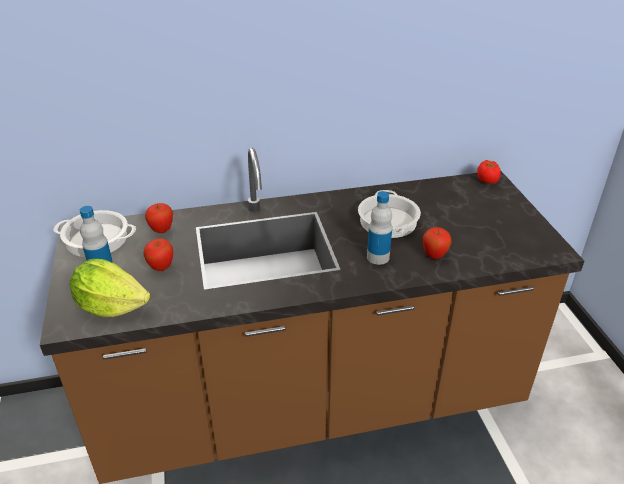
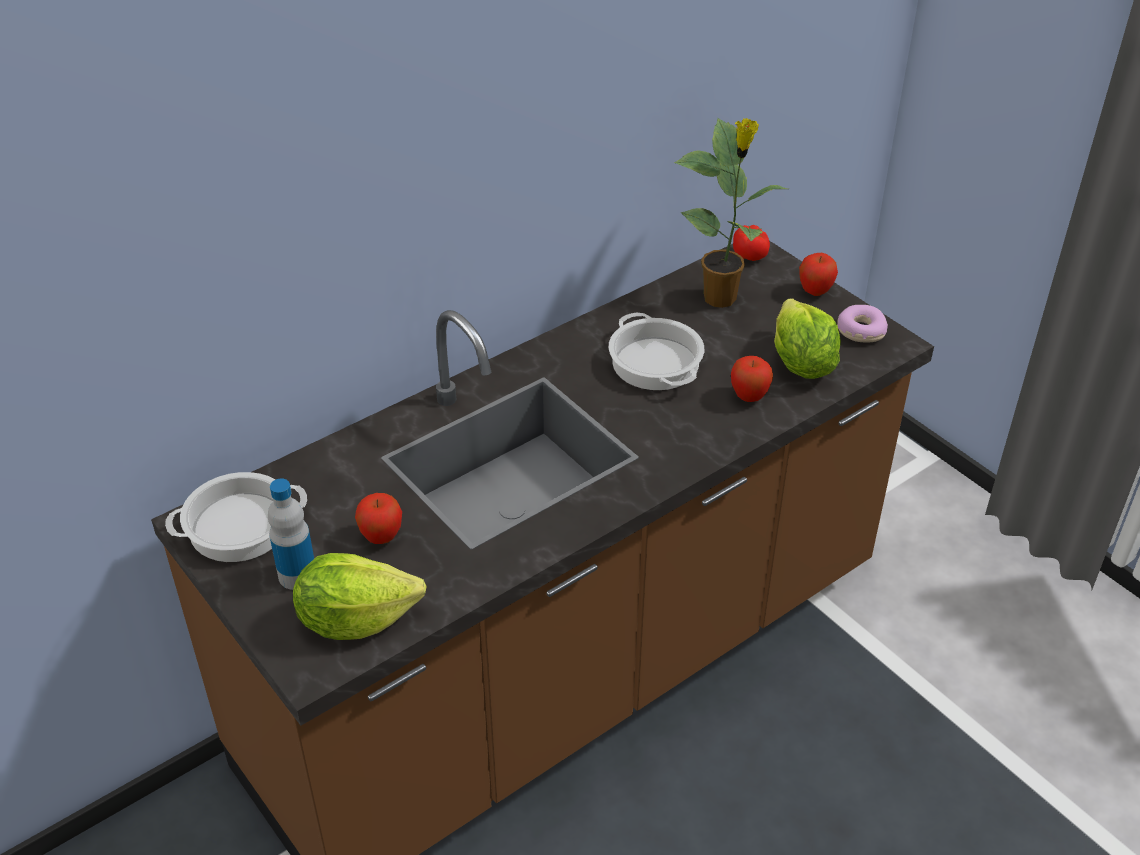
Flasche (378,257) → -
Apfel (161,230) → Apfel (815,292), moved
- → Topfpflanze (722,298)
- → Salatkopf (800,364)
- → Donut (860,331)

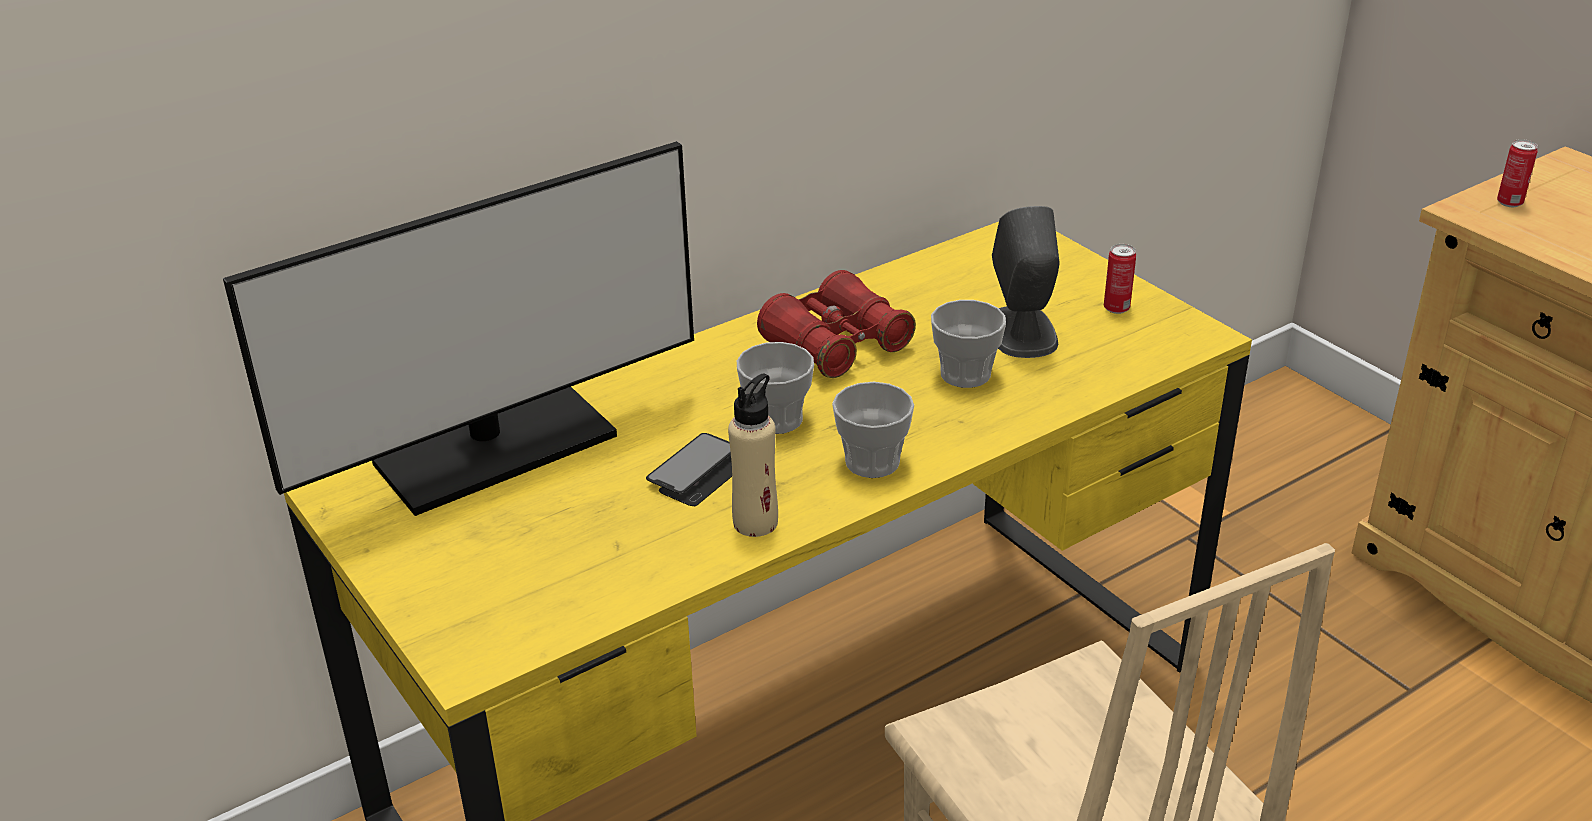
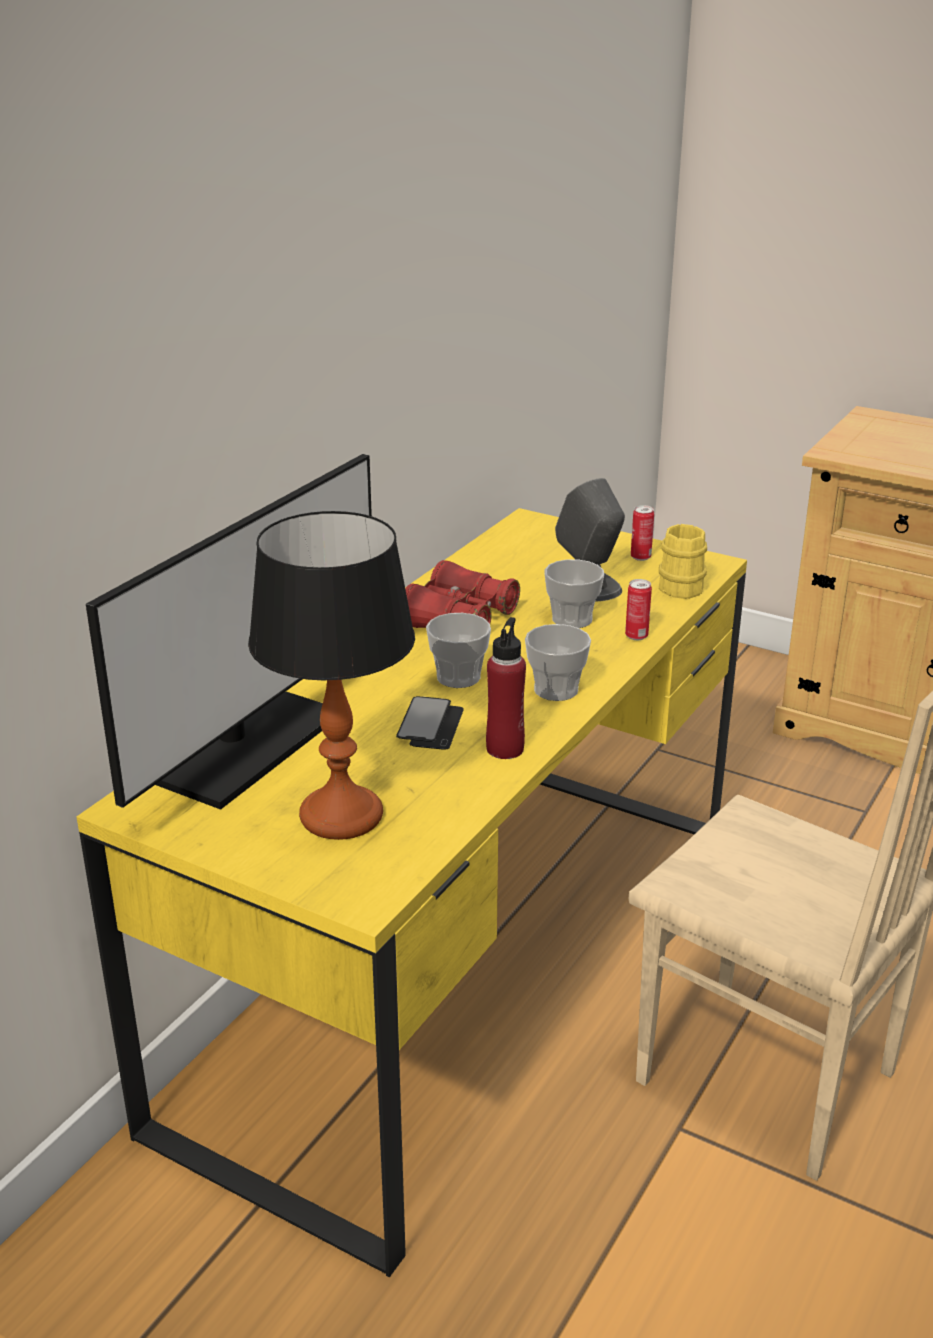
Dose (1509,203) → Dose (636,636), moved
Flasche (beige) (755,522) → Flasche (rot) (505,748)
- → Tischlampe (342,815)
- → Henkelbecher (gelb) (681,585)

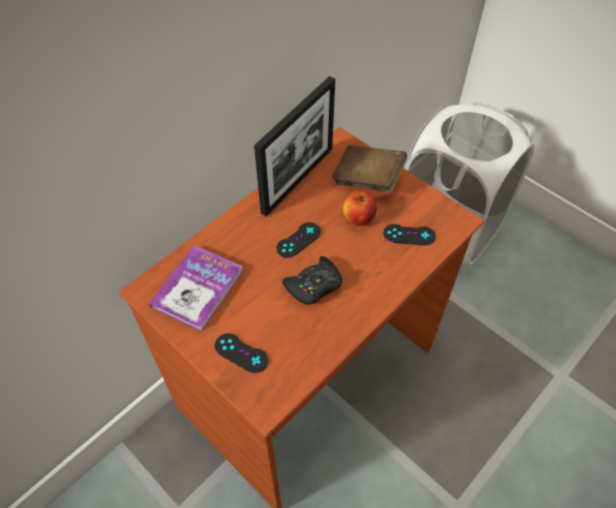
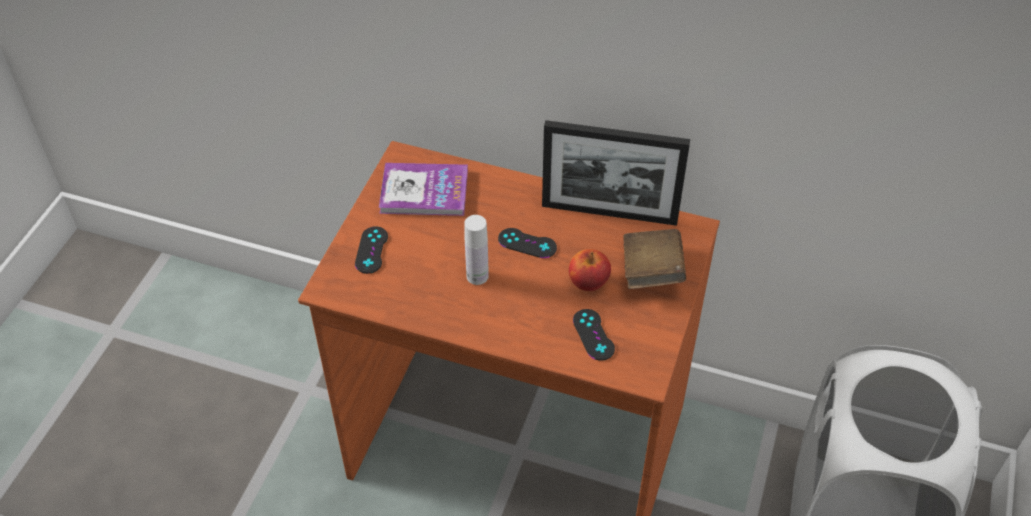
Gamepad (schwarz) (314,285) → Flasche (weiß) (477,276)

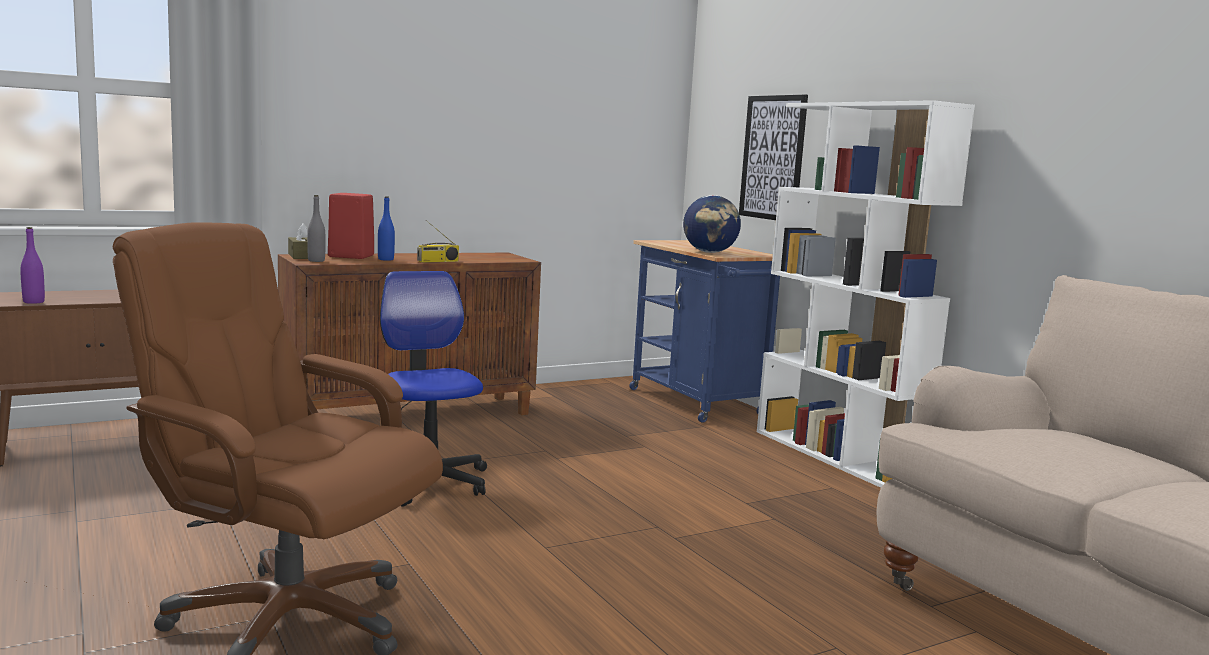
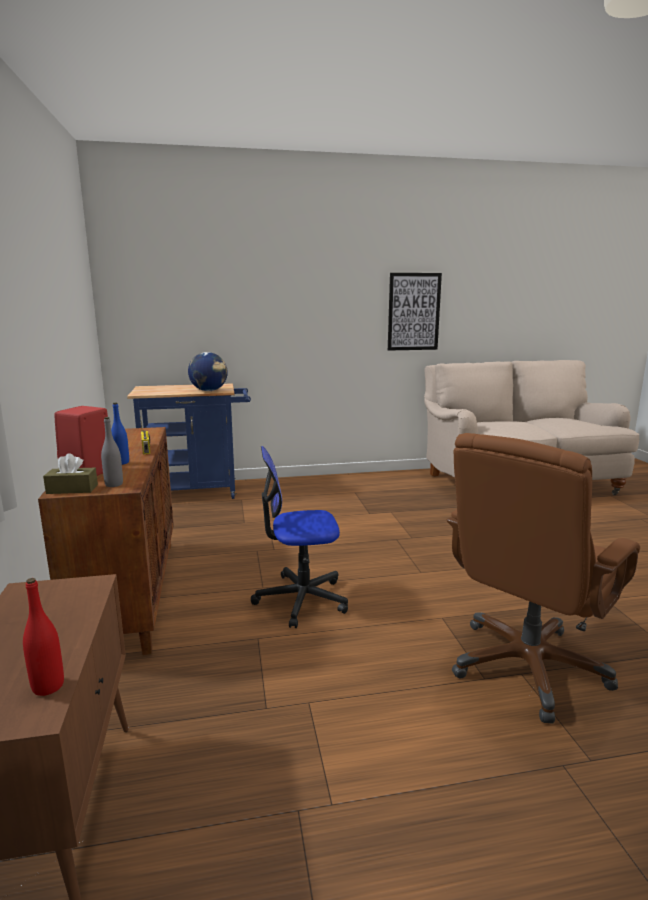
Bild (773,158) → Bild (413,312), moved
Bücherregal (weiß) (837,456) → -
Flasche (lila) (33,302) → Flasche (rot) (48,686)

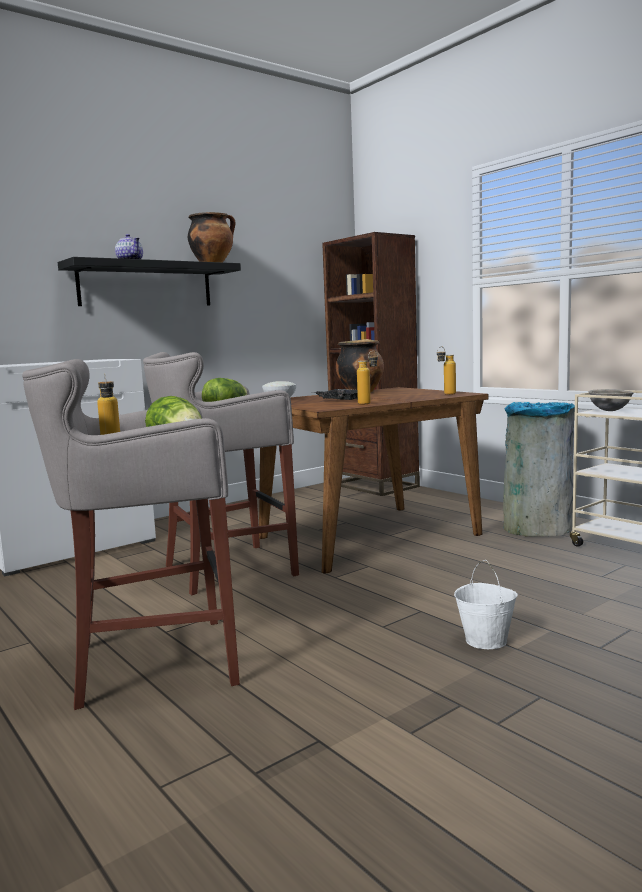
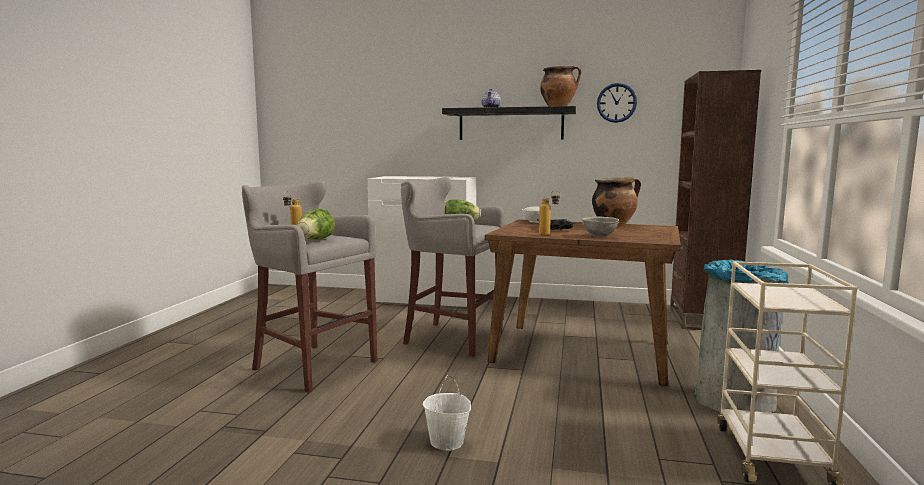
Flasche (446,394) → -
Schüssel (grau) (610,411) → Schüssel (grau) (600,236), moved
- → Wanduhr (616,103)

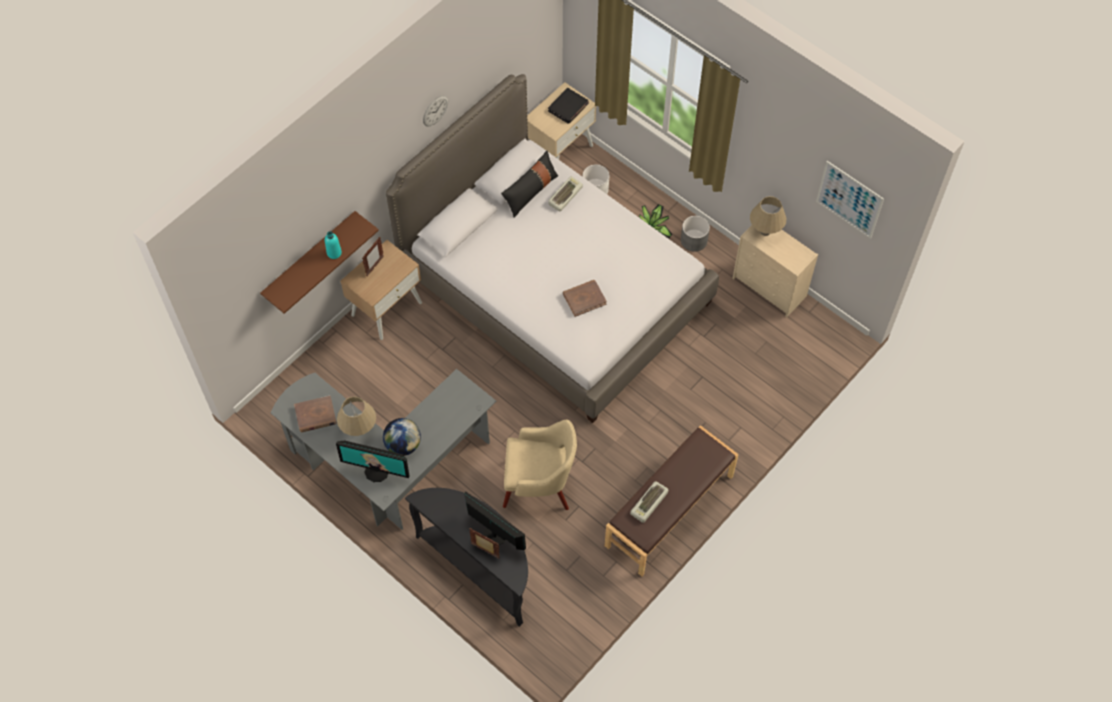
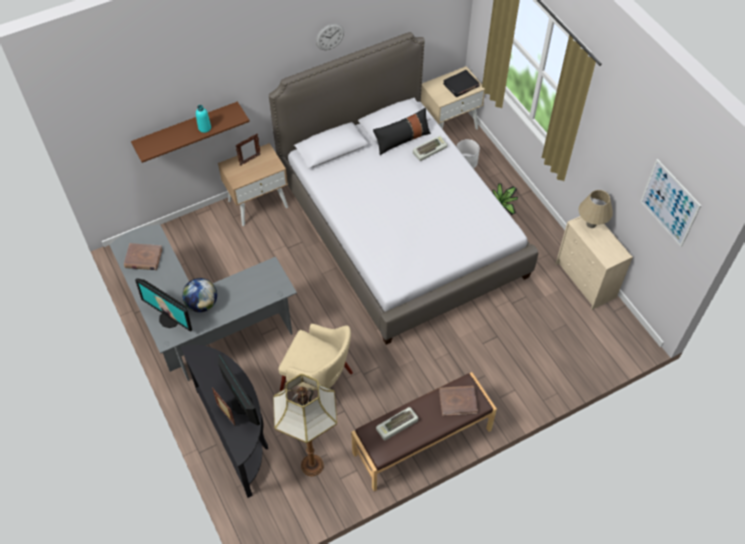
Pflanzkübel (grau) (694,240) → -
Buch (braun) (584,299) → Buch (braun) (458,401), moved
Tischlampe (beige) (359,429) → -
- → Stehlampe (313,466)

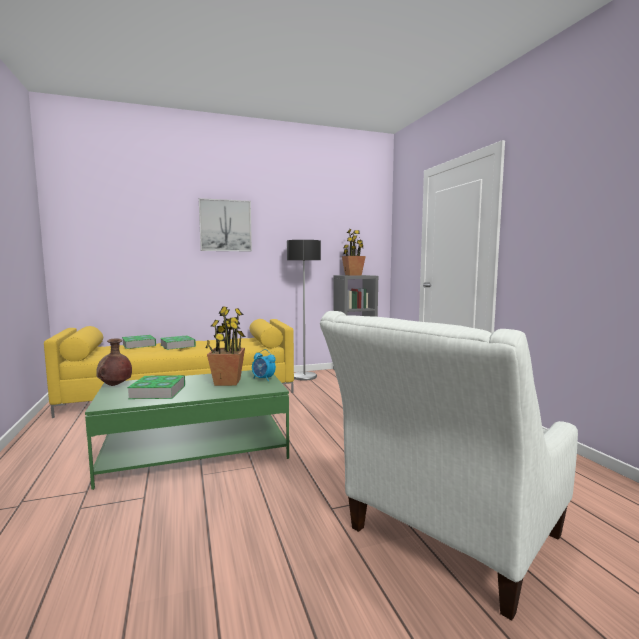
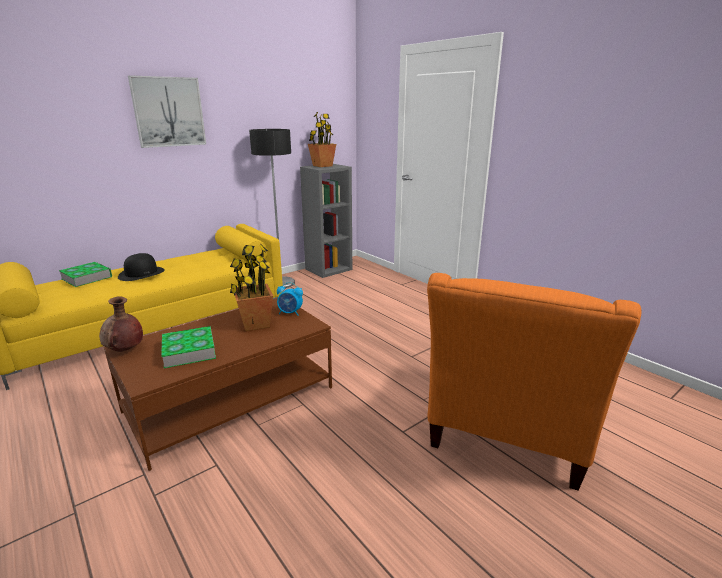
Sessel (weiß) (446,539) → Sessel (orange) (505,437)
Buch (178,345) → Hut (schwarz) (141,273)
Couchtisch (grün) (196,451) → Couchtisch (braun) (231,399)

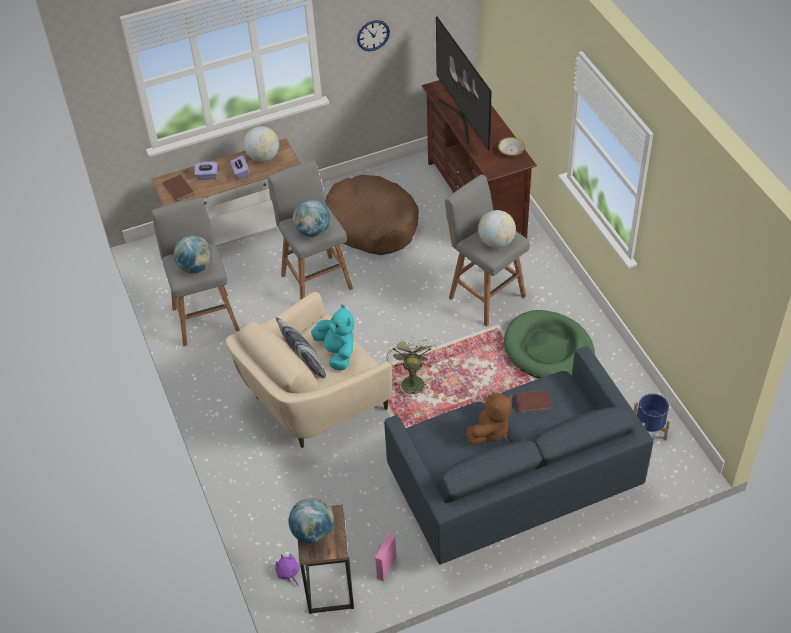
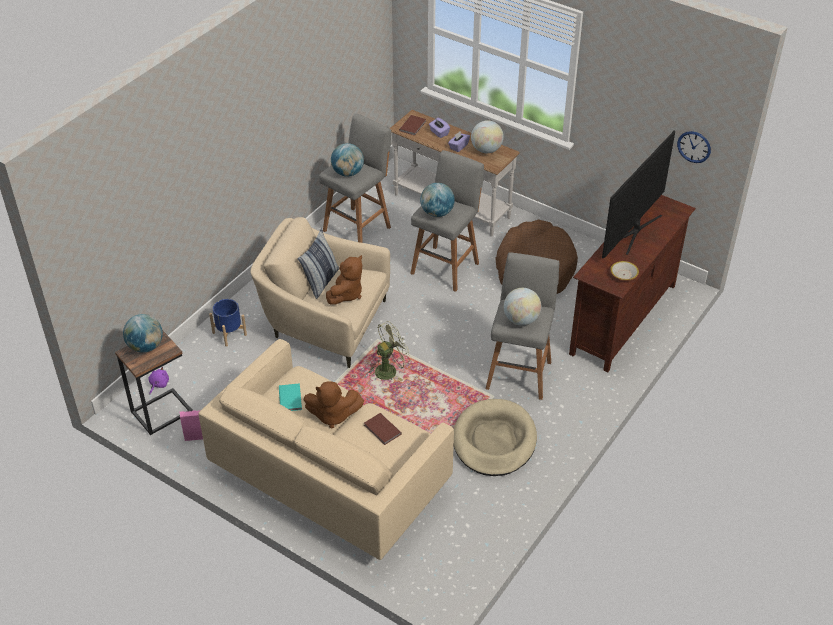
Wanduhr (373,35) → Wanduhr (694,147), moved
Plüschtier (türkis) (337,352) → Plüschtier (braun) (346,294)
Hundebett (grün) (548,349) → Hundebett (beige) (494,440)
Sofa (blau) (512,483) → Sofa (beige) (331,478)
Pflanzkübel (blau) (648,429) → Pflanzkübel (blau) (229,333), moved
- → Buch (türkis) (291,398)

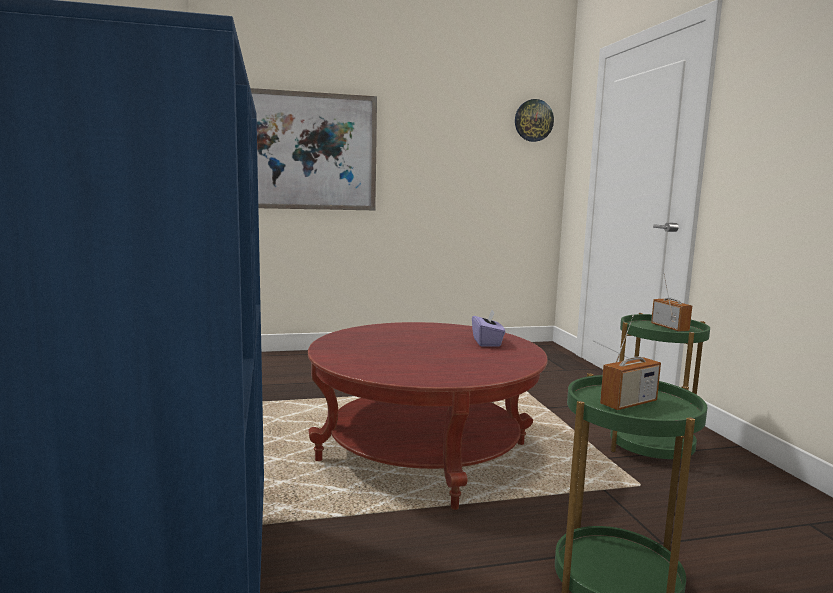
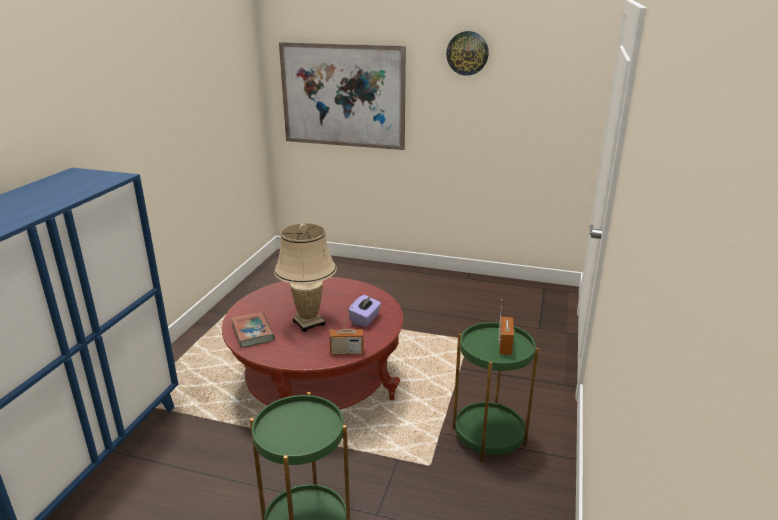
Wanduhr (533,120) → Wanduhr (467,53), moved
Radio (628,403) → Radio (347,352), moved
- → Tischlampe (beige) (309,323)
- → Buch (252,332)

